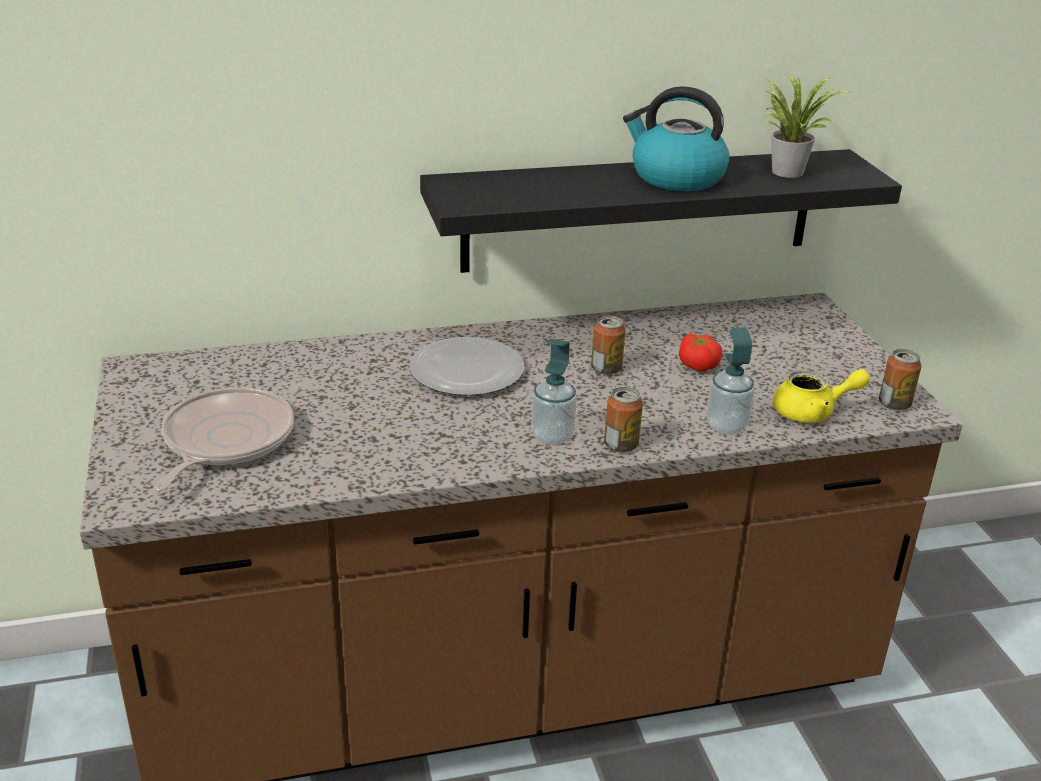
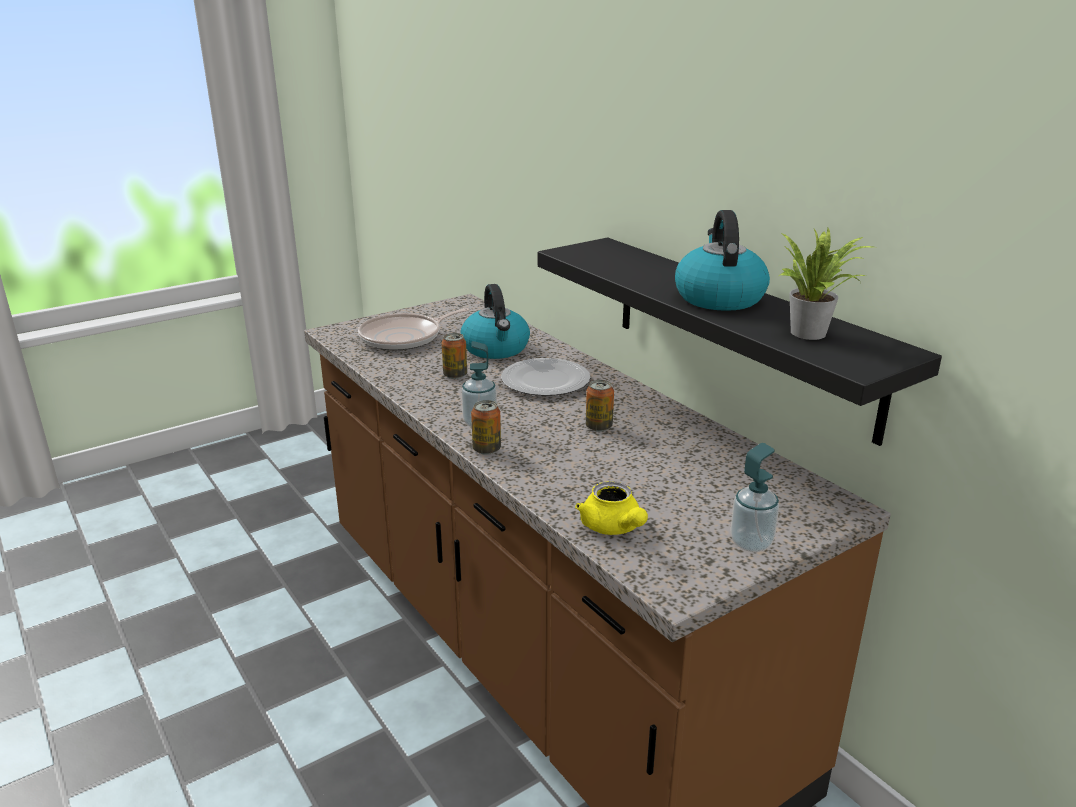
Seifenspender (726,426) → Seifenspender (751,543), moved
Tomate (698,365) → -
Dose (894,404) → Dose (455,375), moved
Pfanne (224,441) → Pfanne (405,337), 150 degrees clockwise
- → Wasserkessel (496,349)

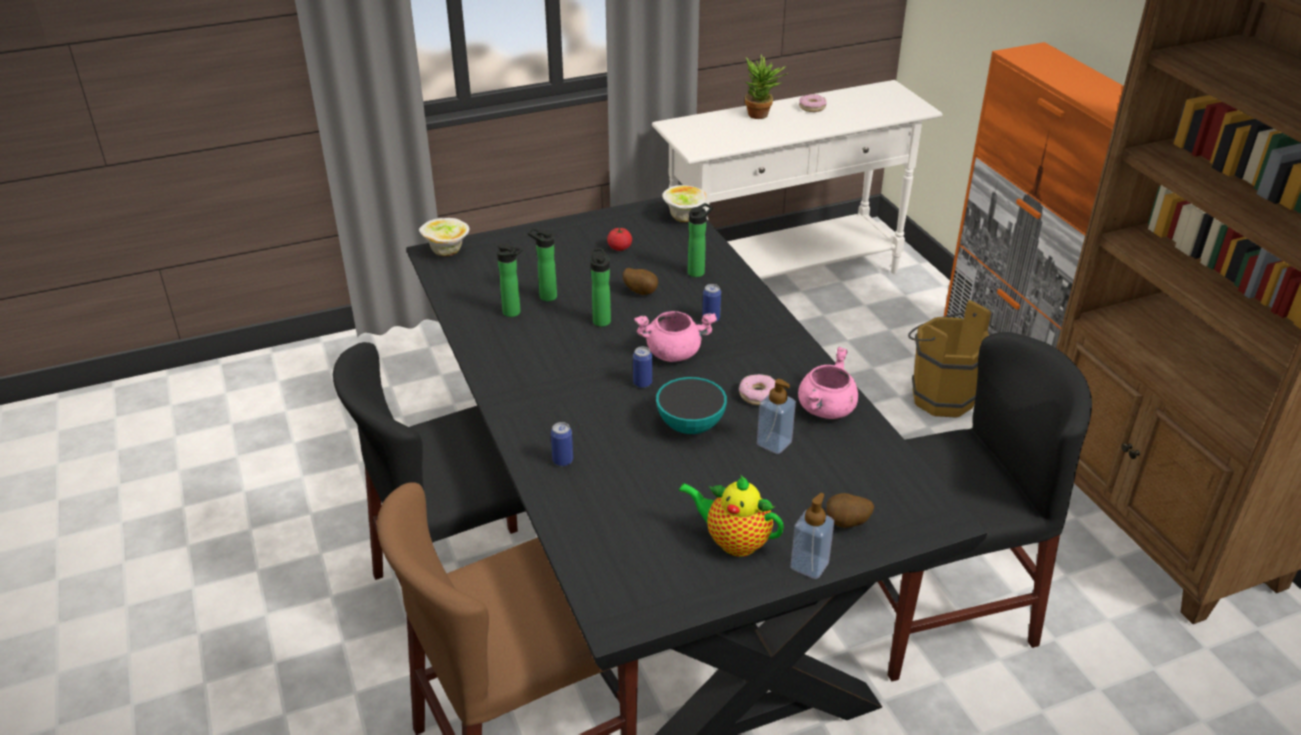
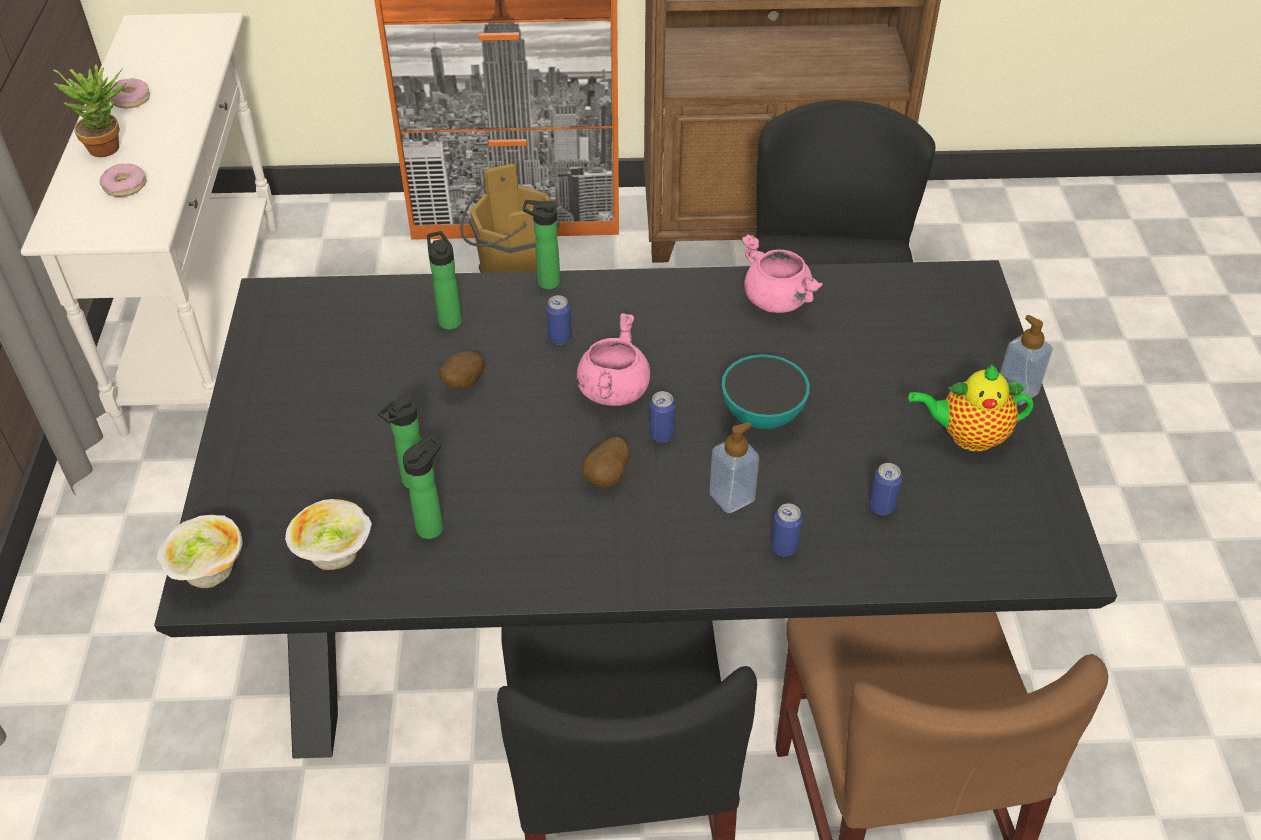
Schüssel (683,218) → Schüssel (335,557), moved
Tomate (619,248) → -
Flasche (601,320) → Flasche (545,282), moved
Donut (758,395) → Donut (125,186), moved
Seifenspender (774,443) → Seifenspender (731,497), moved
Teekanne (733,541) → Teekanne (967,436), 45 degrees clockwise
Kartoffel (847,524) → Kartoffel (607,478), moved
- → Dose (881,507)

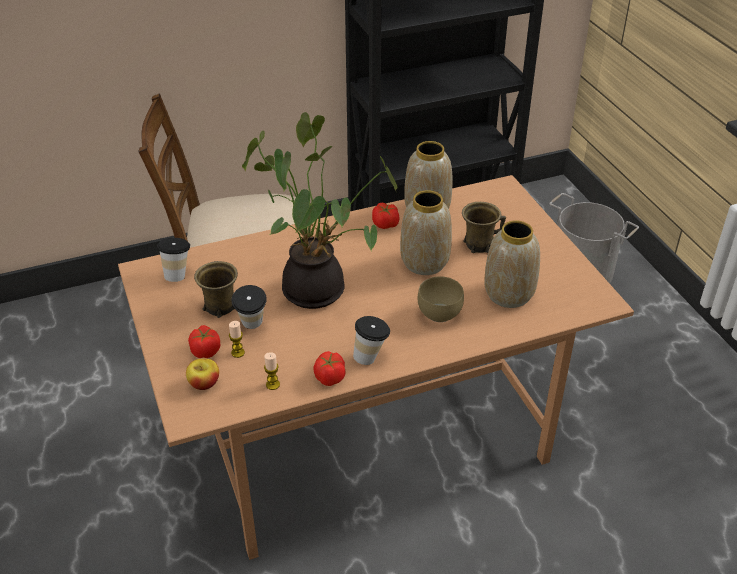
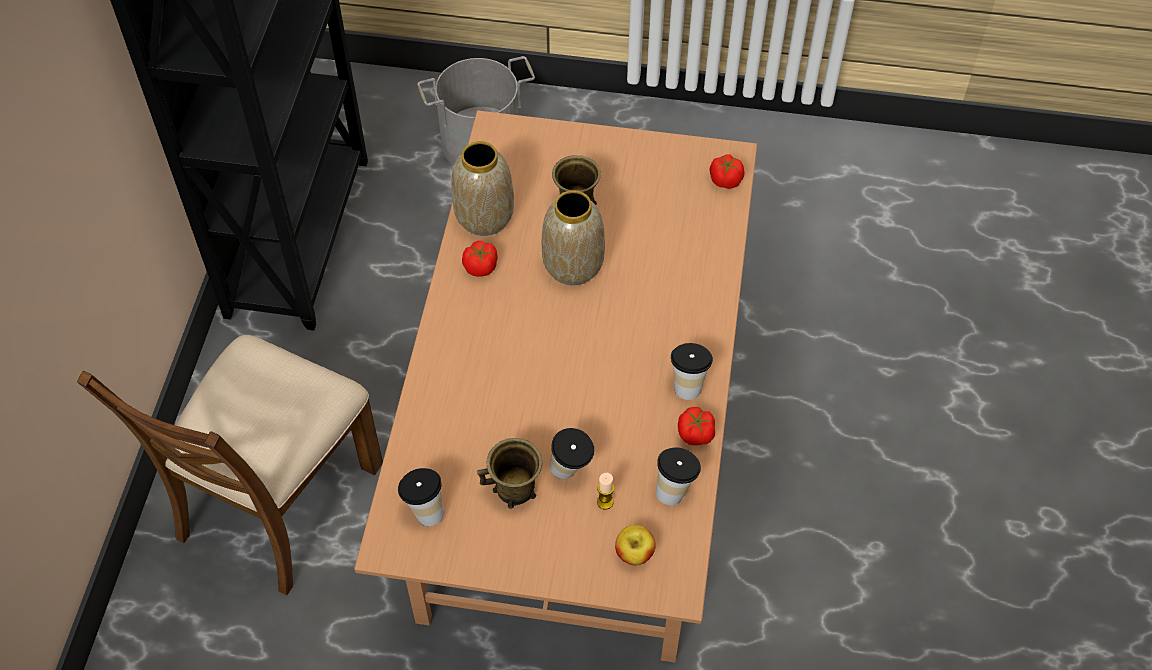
Topfpflanze (318,288) → -
Vase (508,294) → -
Schüssel (braun) (438,313) → -
Tomate (205,351) → Tomate (725,180), moved
Kerze (273,384) → Tasse (675,489)

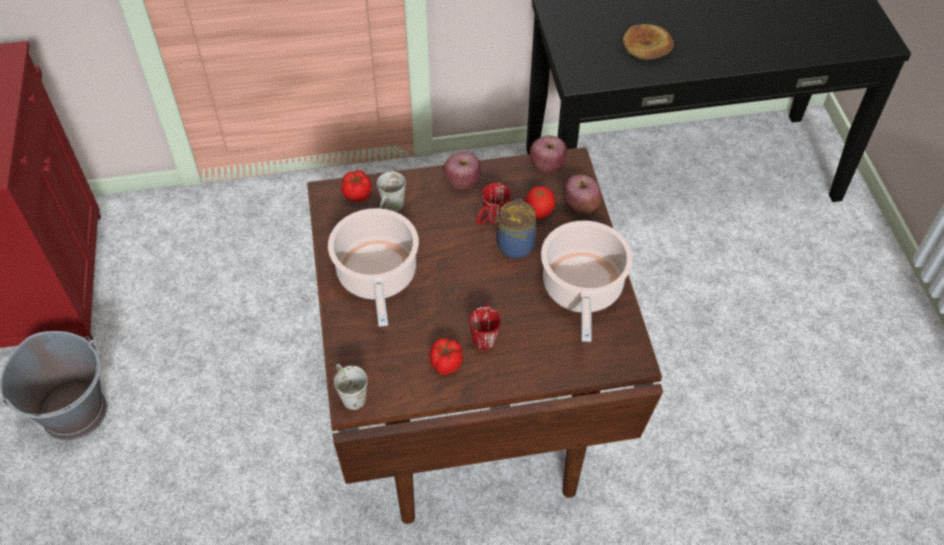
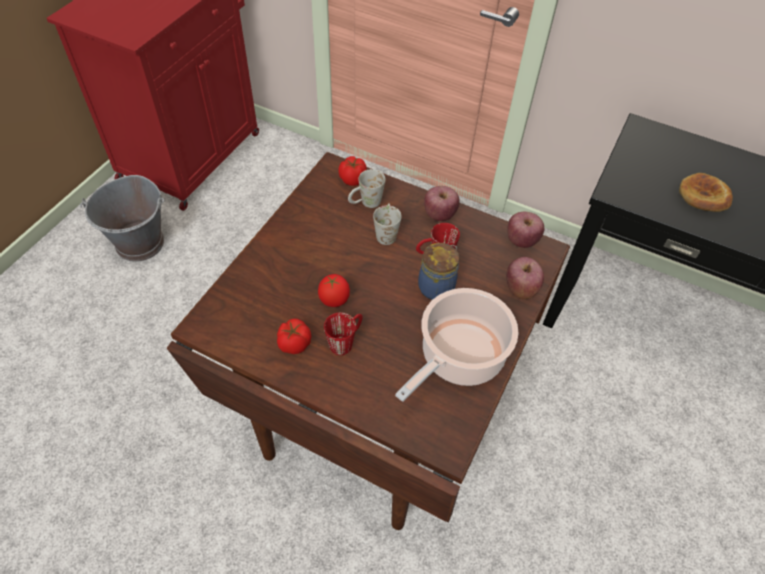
Tomate (538,213) → Tomate (334,301), moved
Kochtopf (377,277) → -
Henkelbecher (weiß) (350,393) → Henkelbecher (weiß) (386,232), moved

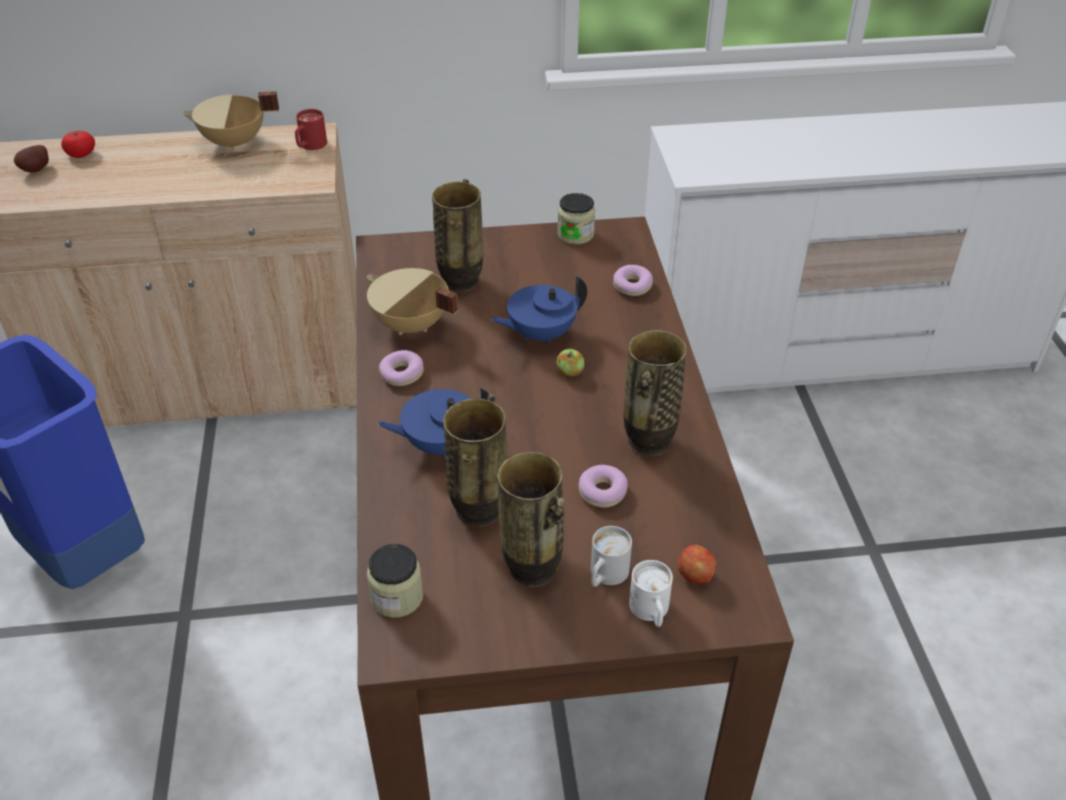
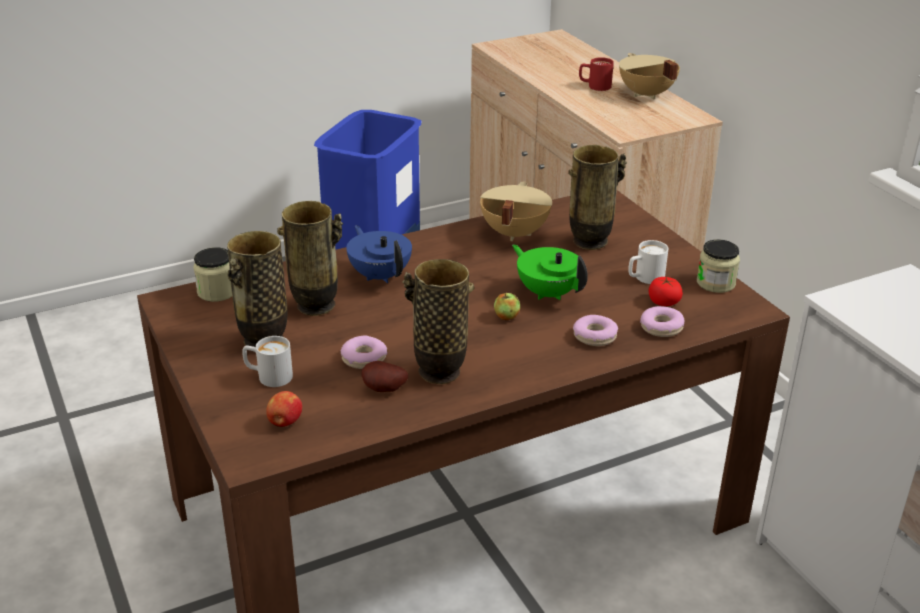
Henkelbecher (rot) (310,146) → Henkelbecher (rot) (594,86), moved
Tomate (81,154) → Tomate (663,302), moved
Kartoffel (37,170) → Kartoffel (383,390), moved
Teekanne (blau) (540,334) → Teekanne (grün) (548,292)
Donut (402,374) → Donut (594,336), moved
Henkelbecher (weiß) (651,612) → Henkelbecher (weiß) (644,278), moved

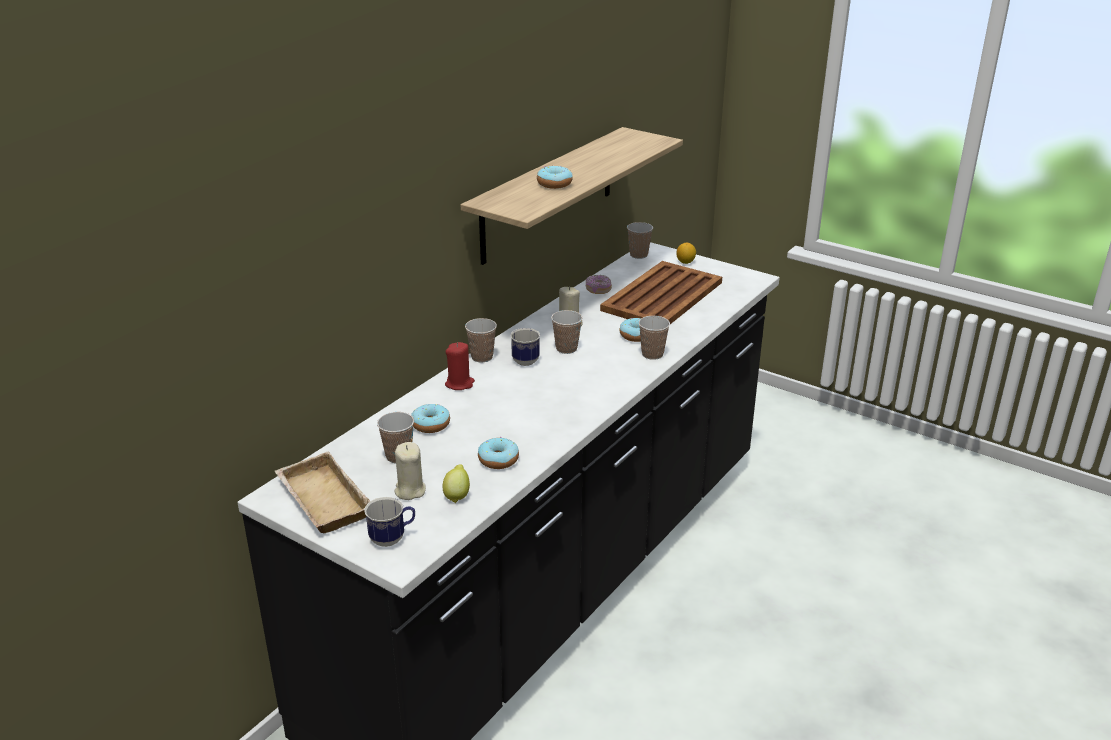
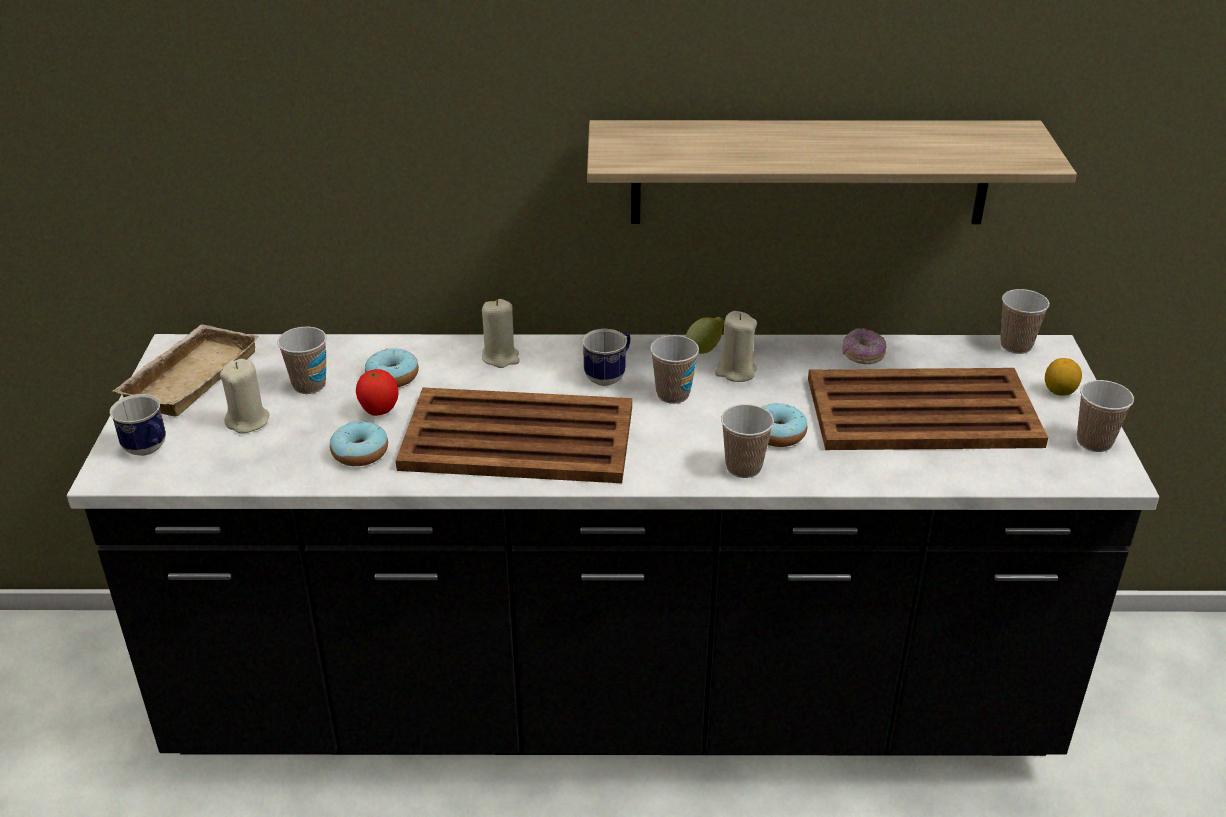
Donut (554,184) → -
Tasse (482,357) → Tasse (1094,442), moved
Kerze (rot) (460,384) → Kerze (beige) (501,357)
Zitrone (457,495) → Zitrone (704,350), moved
- → Tomate (379,412)
- → Tablett (braun) (520,438)

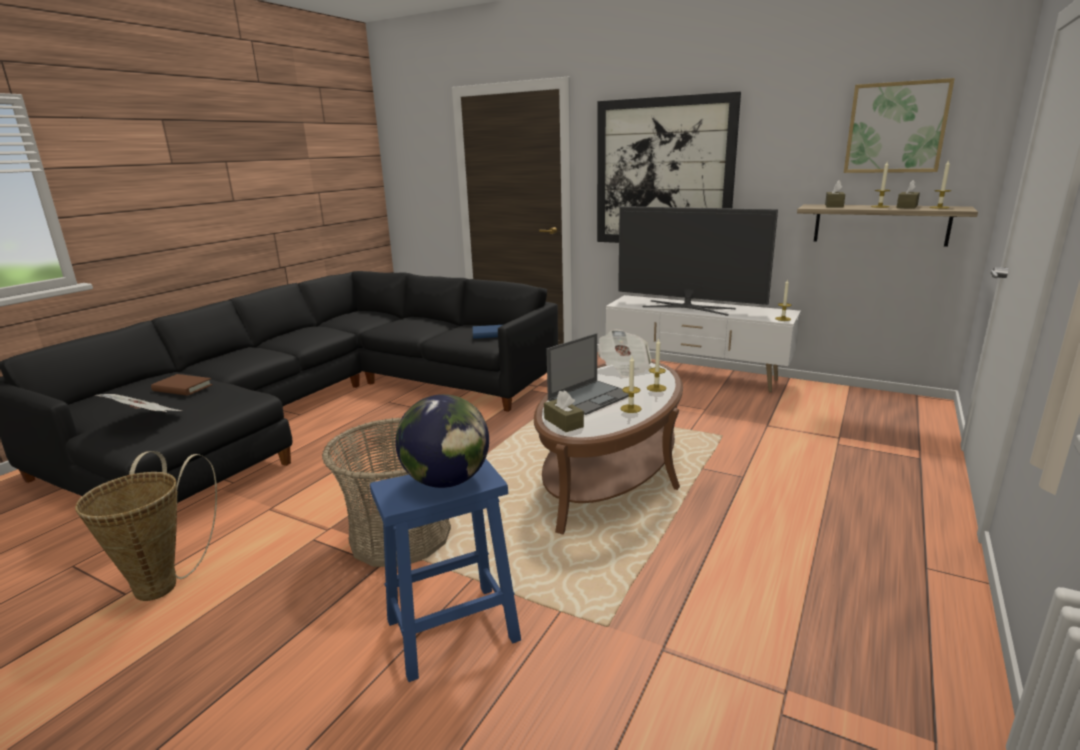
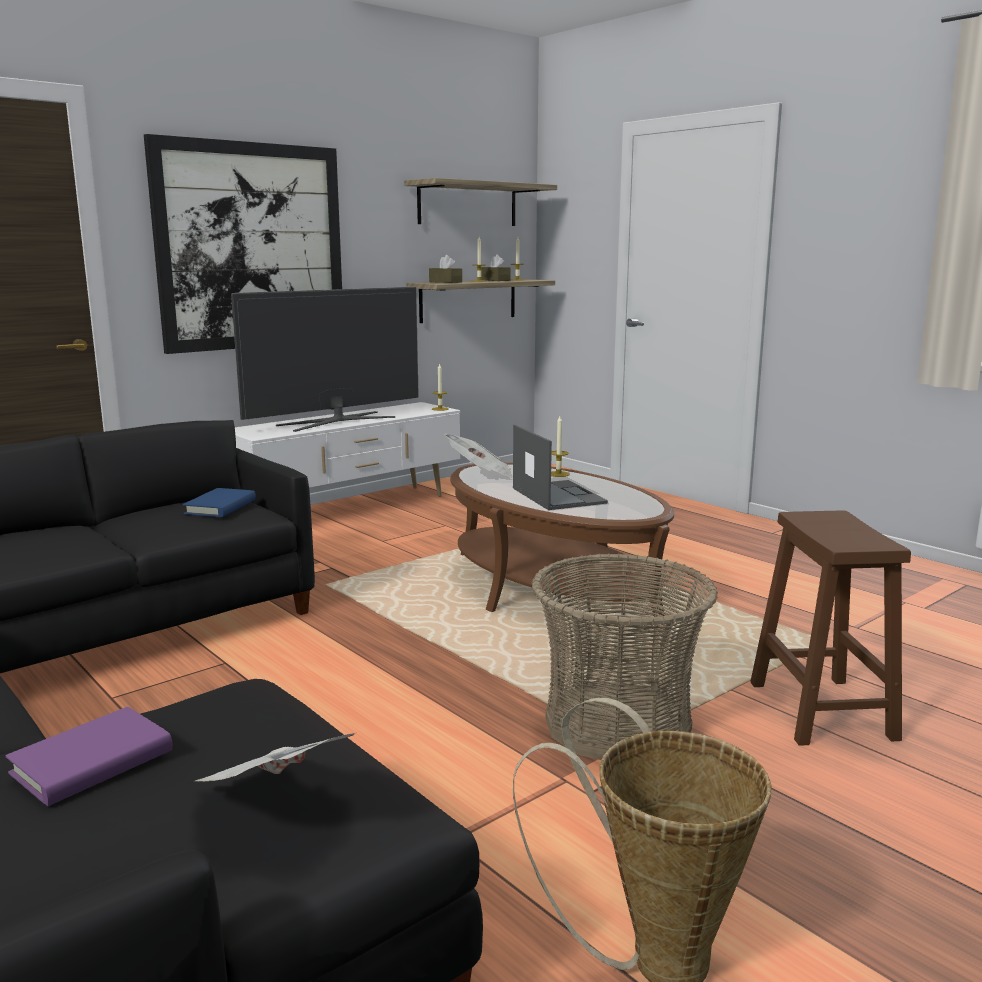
Bild (896,128) → Wandregal (467,204)
Kerze (630,408) → -
Buch (braun) (182,388) → Buch (lila) (92,762)
Taschentuchbox (braun) (563,422) → -
Globus (446,481) → -
Hocker (blau) (450,631) → Hocker (braun) (822,711)

